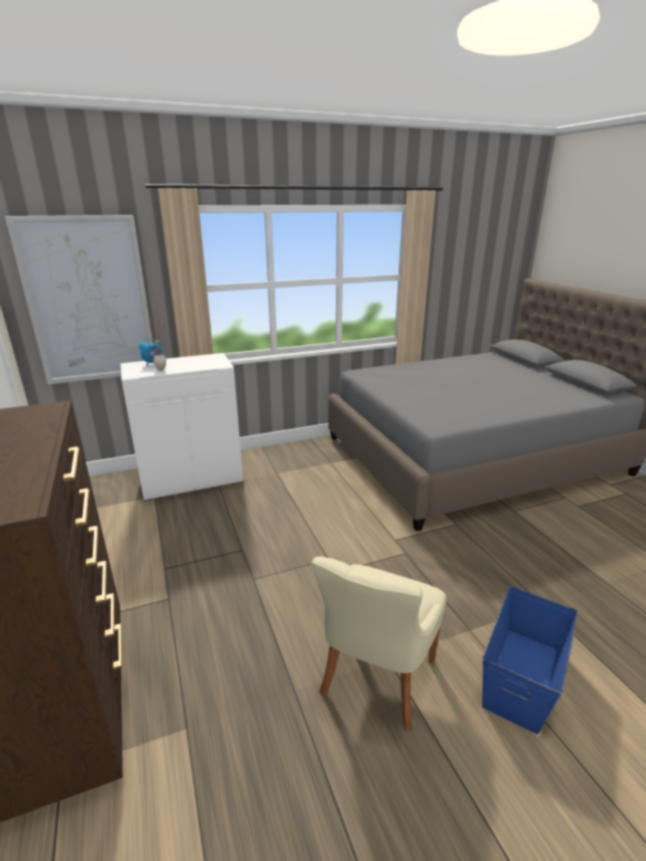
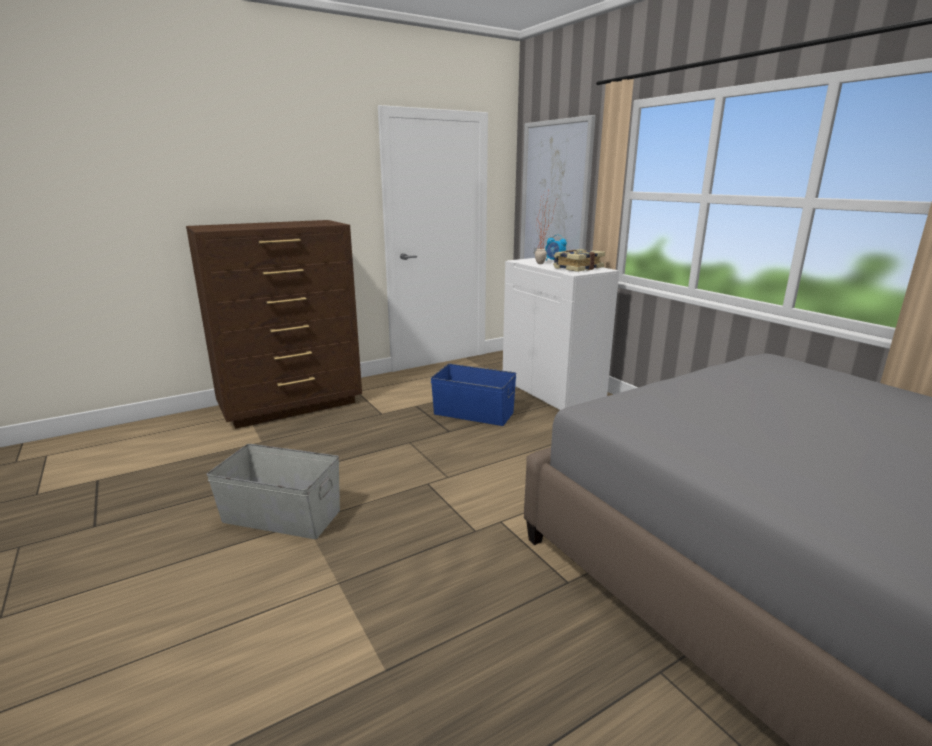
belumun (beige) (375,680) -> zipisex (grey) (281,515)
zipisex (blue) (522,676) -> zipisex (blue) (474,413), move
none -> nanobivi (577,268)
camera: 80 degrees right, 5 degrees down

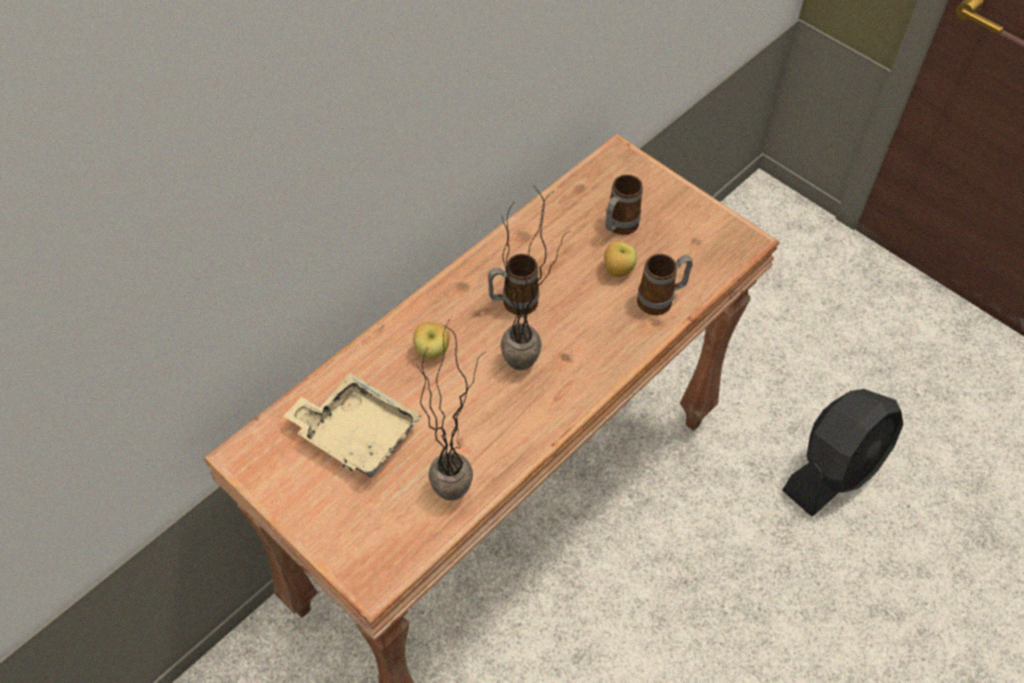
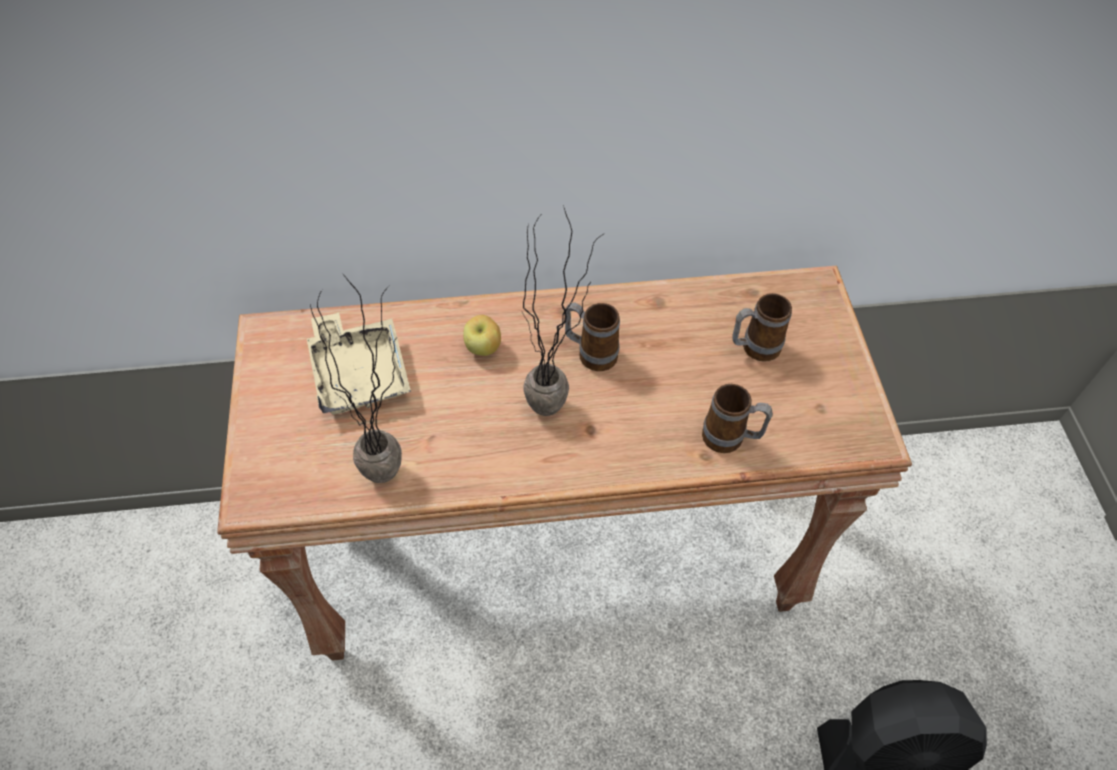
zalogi (617,270) -> none
camera: 40 degrees right, 0 degrees up

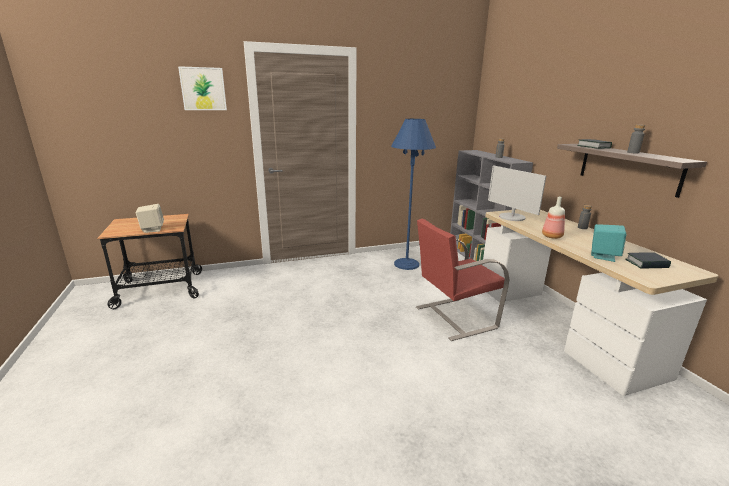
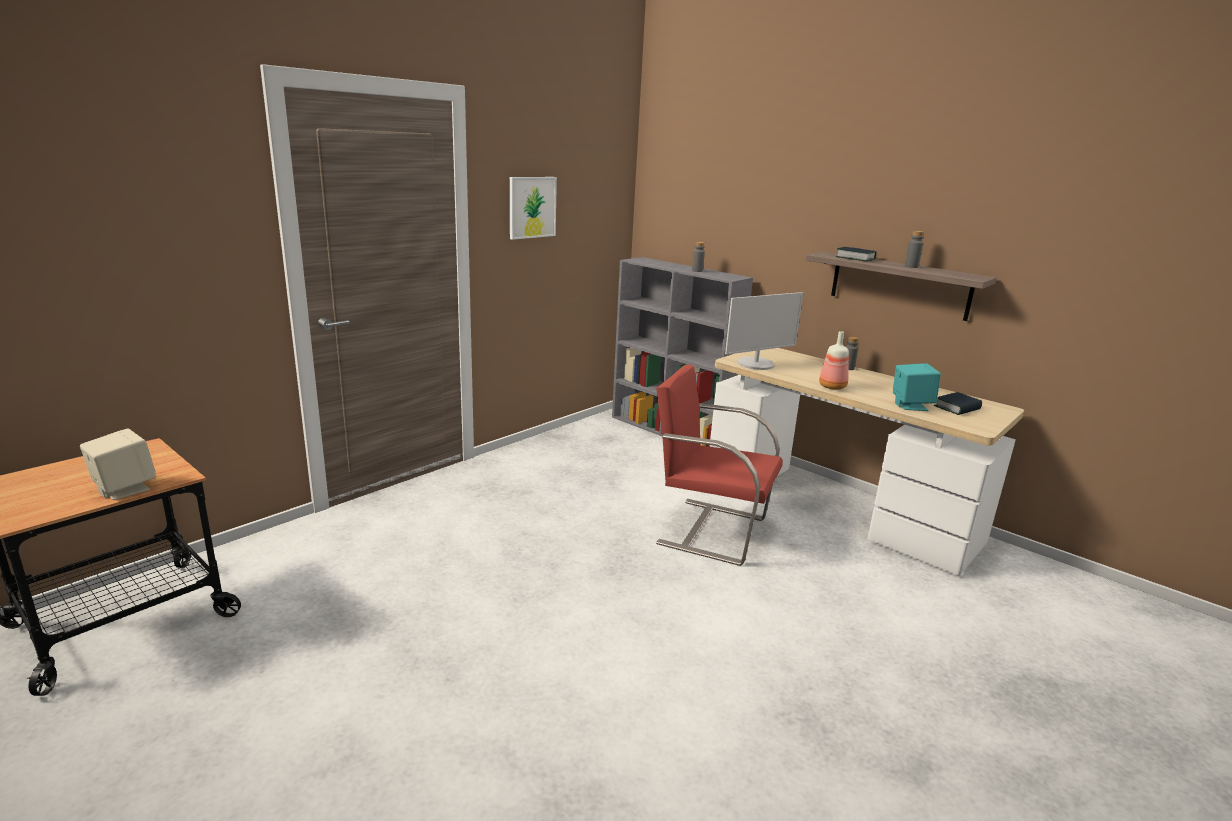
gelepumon (203,89) -> gelepumon (532,207), move
belumun (red) (453,317) -> belumun (red) (710,530), 75 degrees clockwise
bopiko (512,217) -> bopiko (756,364), 60 degrees counterclockwise
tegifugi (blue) (406,264) -> none
camera: 30 degrees left, 0 degrees up

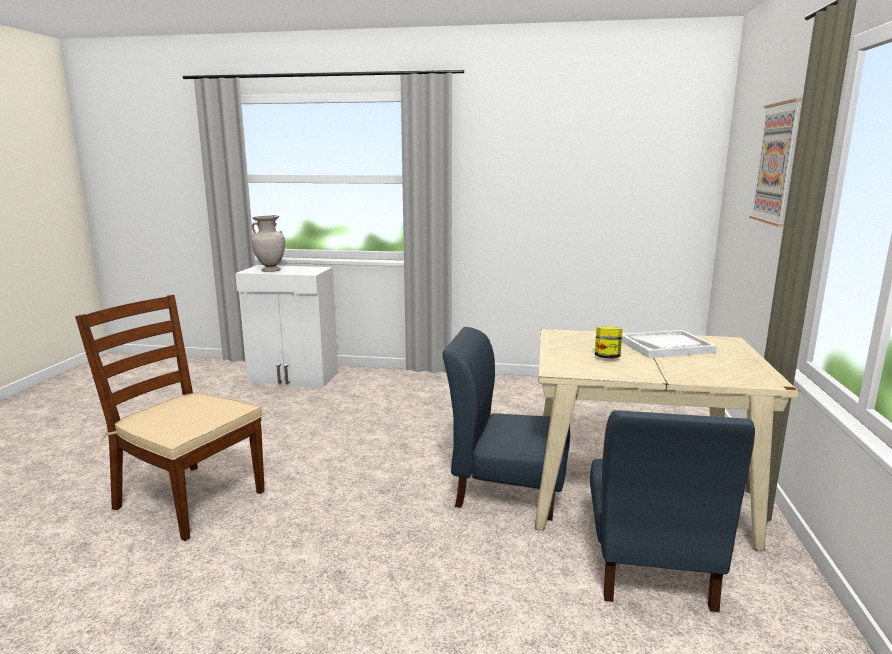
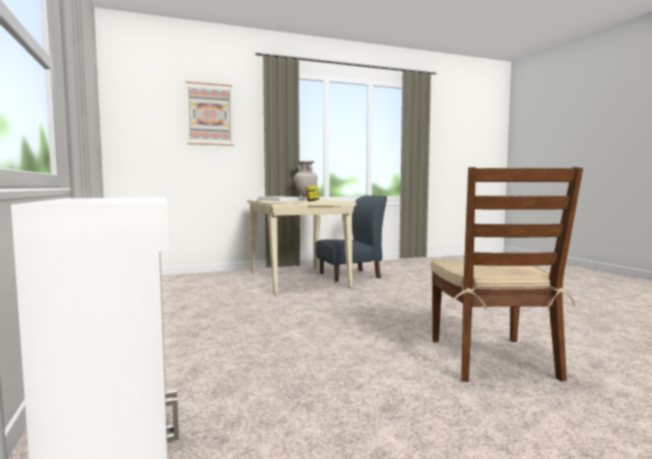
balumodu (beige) (271,270) -> balumodu (beige) (305,199), move
belumun (blue) (507,490) -> none
camera: 120 degrees left, 10 degrees down

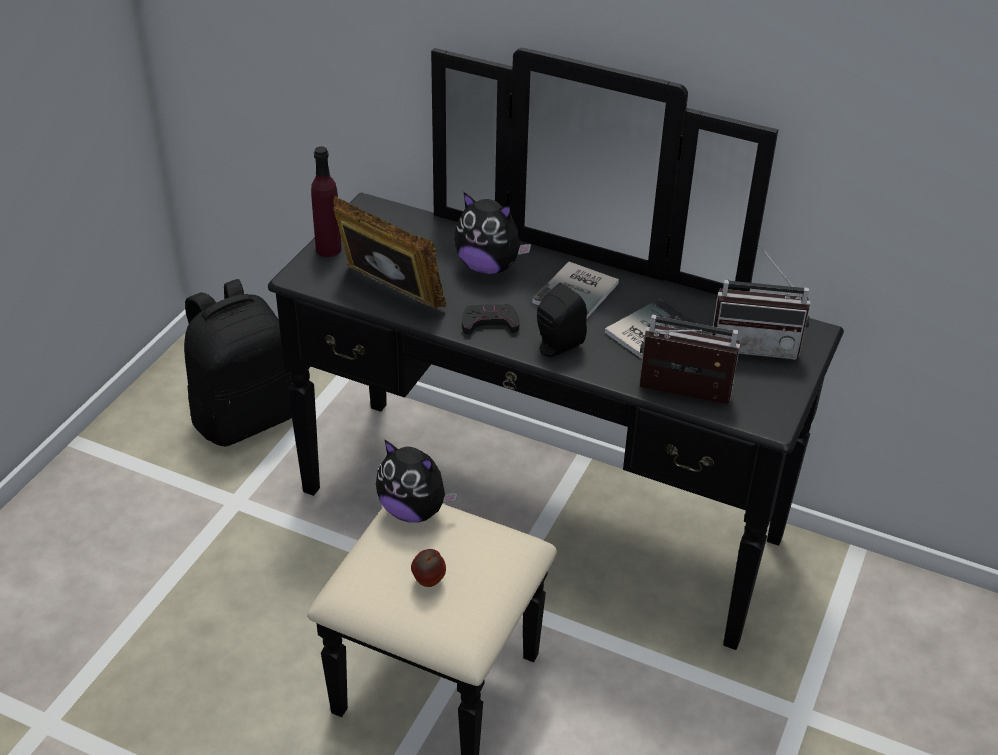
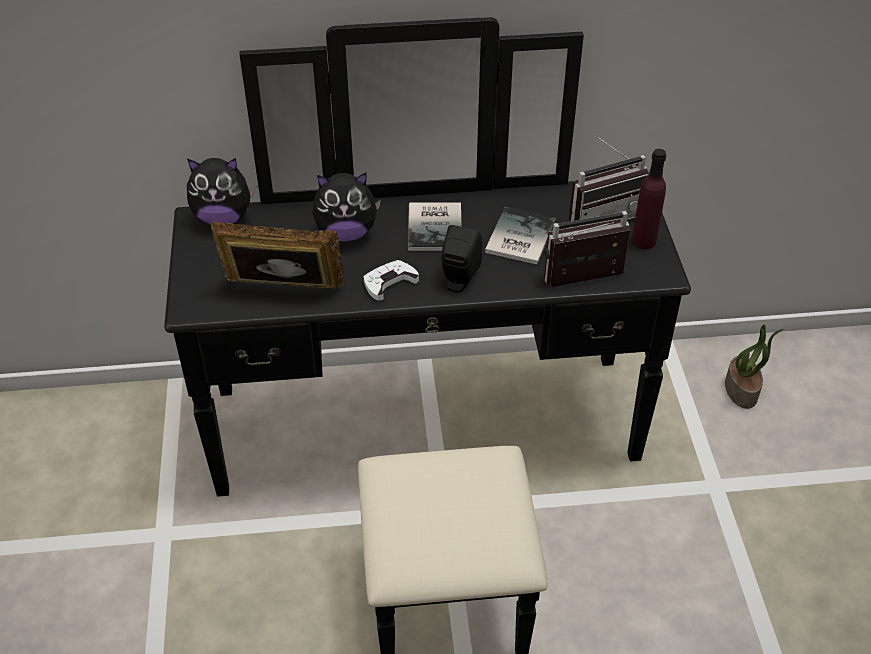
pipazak (414,510) -> pipazak (223,217), move
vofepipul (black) (489,323) -> vofepipul (white) (389,282)
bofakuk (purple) (328,249) -> bofakuk (purple) (643,241), move
none -> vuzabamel (742,390)
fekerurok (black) (246,417) -> none
zalogi (428,582) -> none
camera: 30 degrees left, 5 degrees up

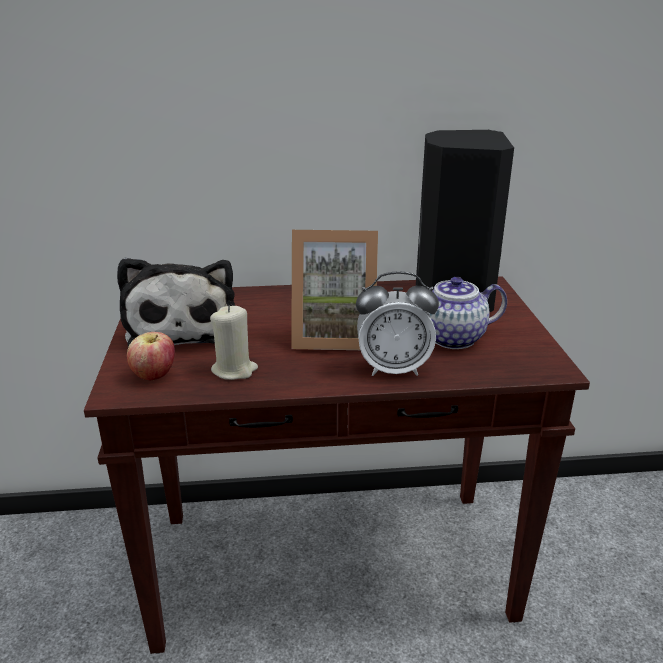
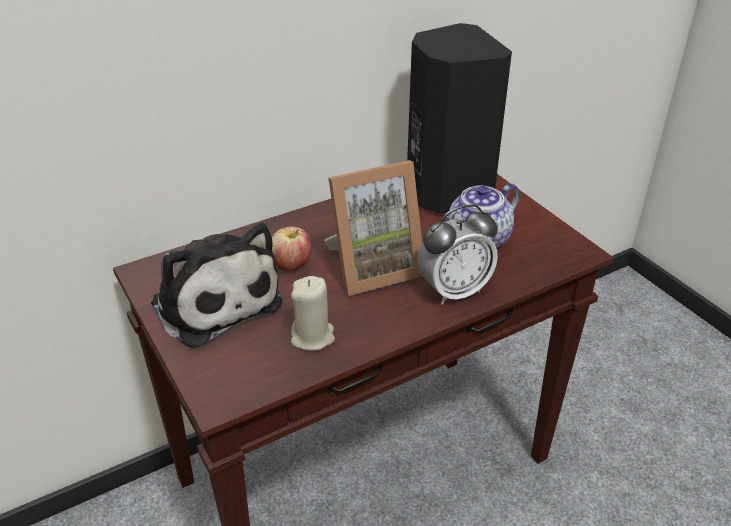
zalogi (154,375) -> zalogi (291,265), move
camera: 25 degrees left, 10 degrees up

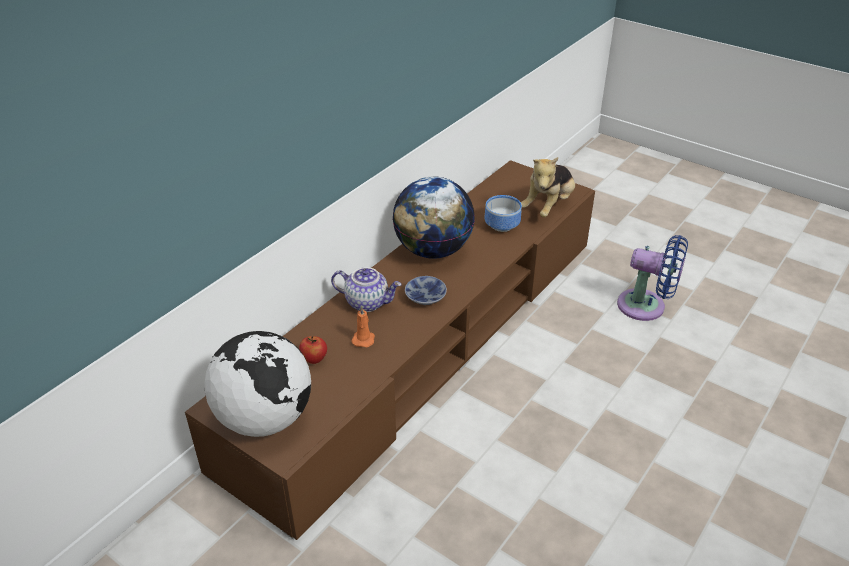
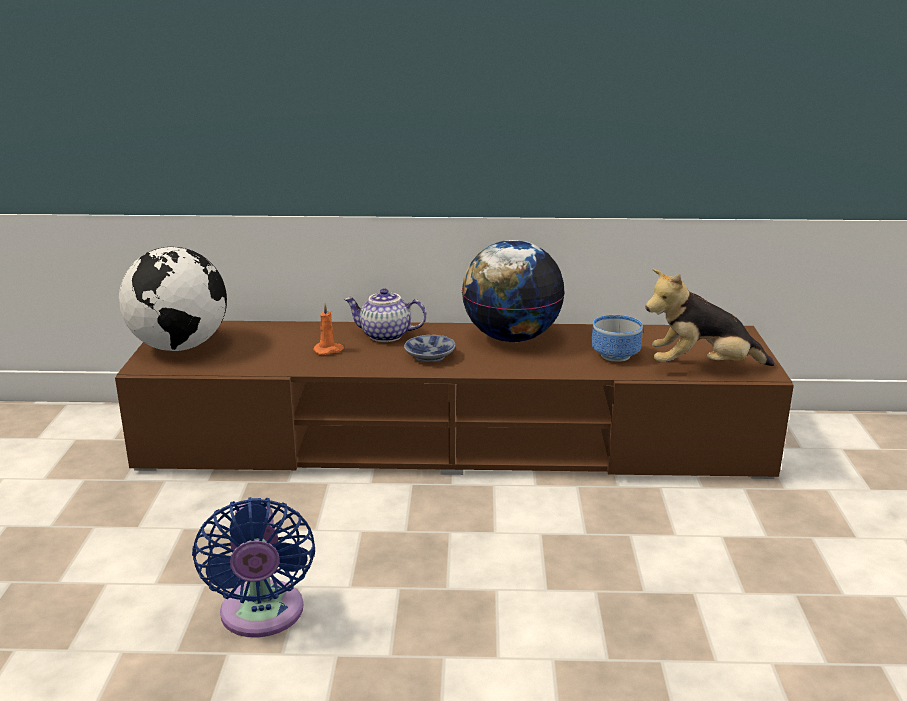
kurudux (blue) (646,307) -> kurudux (blue) (262,616), move
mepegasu (367,302) -> mepegasu (384,336), 120 degrees clockwise
zalogi (314,359) -> none
camera: 55 degrees right, 15 degrees down

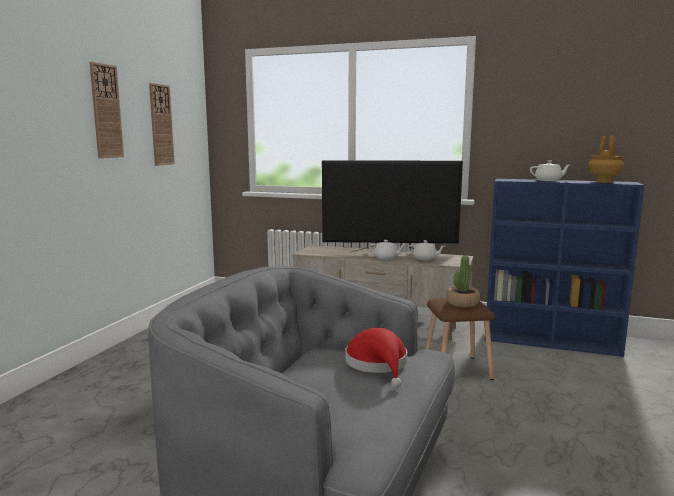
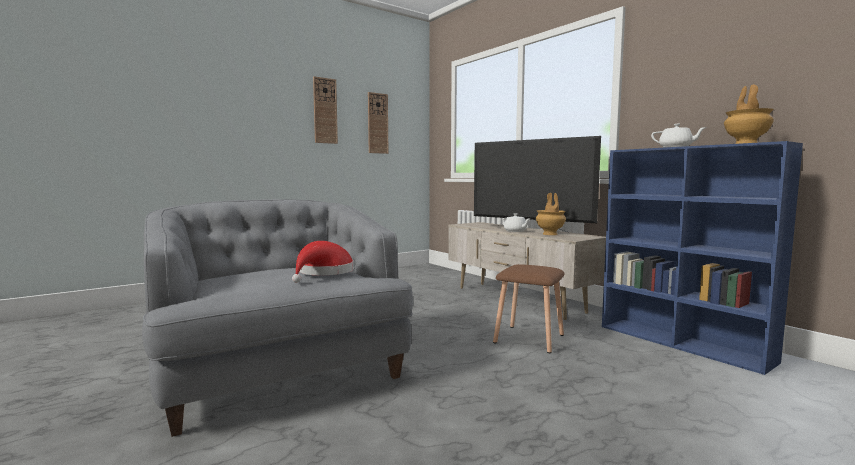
mepegasu (white) (425,258) -> balumodu (brown) (550,234)
vuzabamel (462,303) -> none
camera: 35 degrees right, 5 degrees down

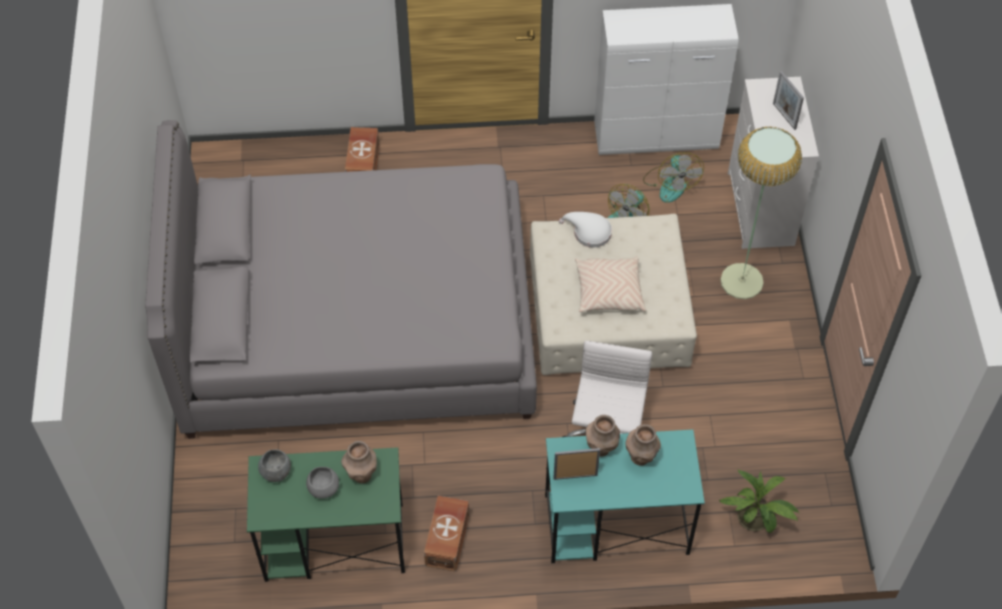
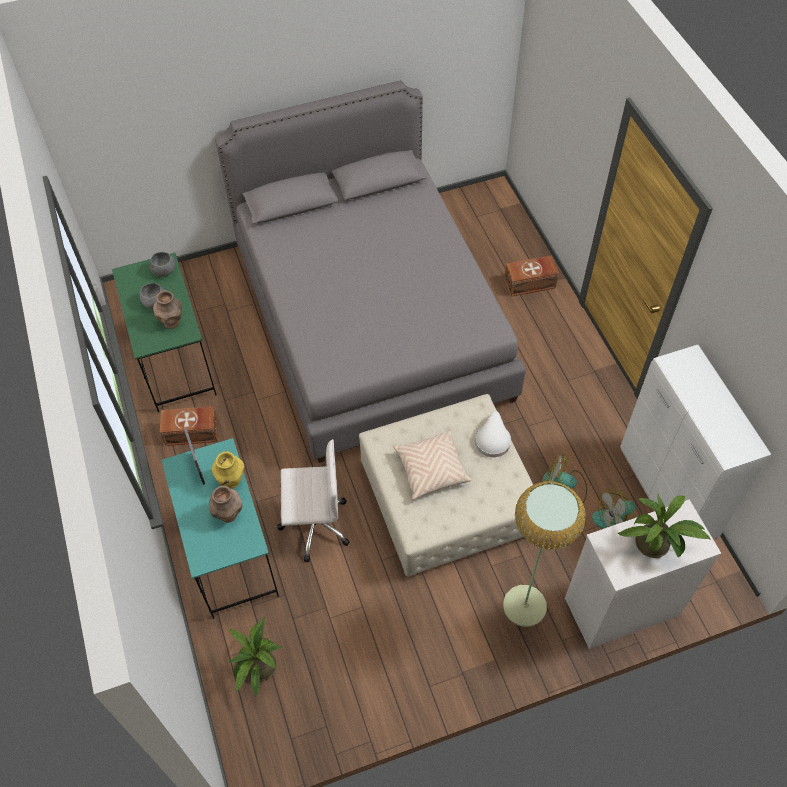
balumodu (brown) (601,448) -> balumodu (yellow) (231,481)
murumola (784,116) -> vuzabamel (655,546)
camera: 75 degrees right, 0 degrees up

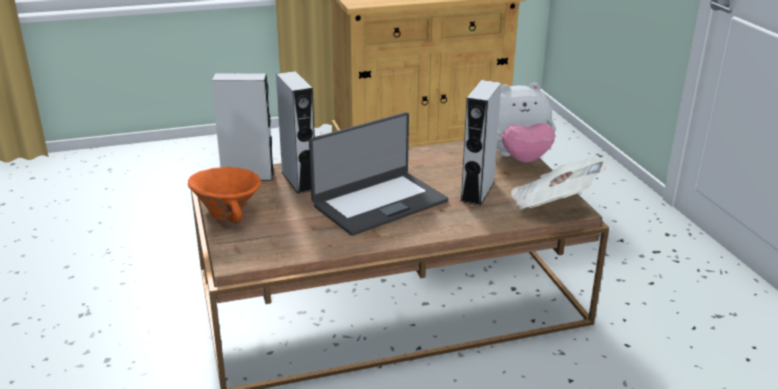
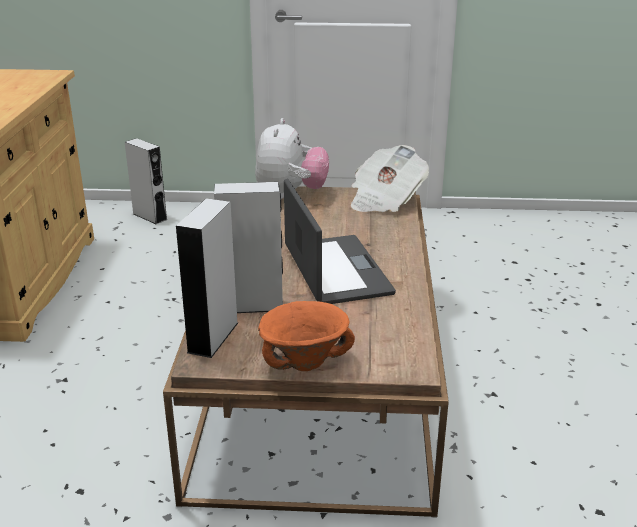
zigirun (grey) (477,191) -> zigirun (grey) (150,216), move
camera: 70 degrees left, 0 degrees up

